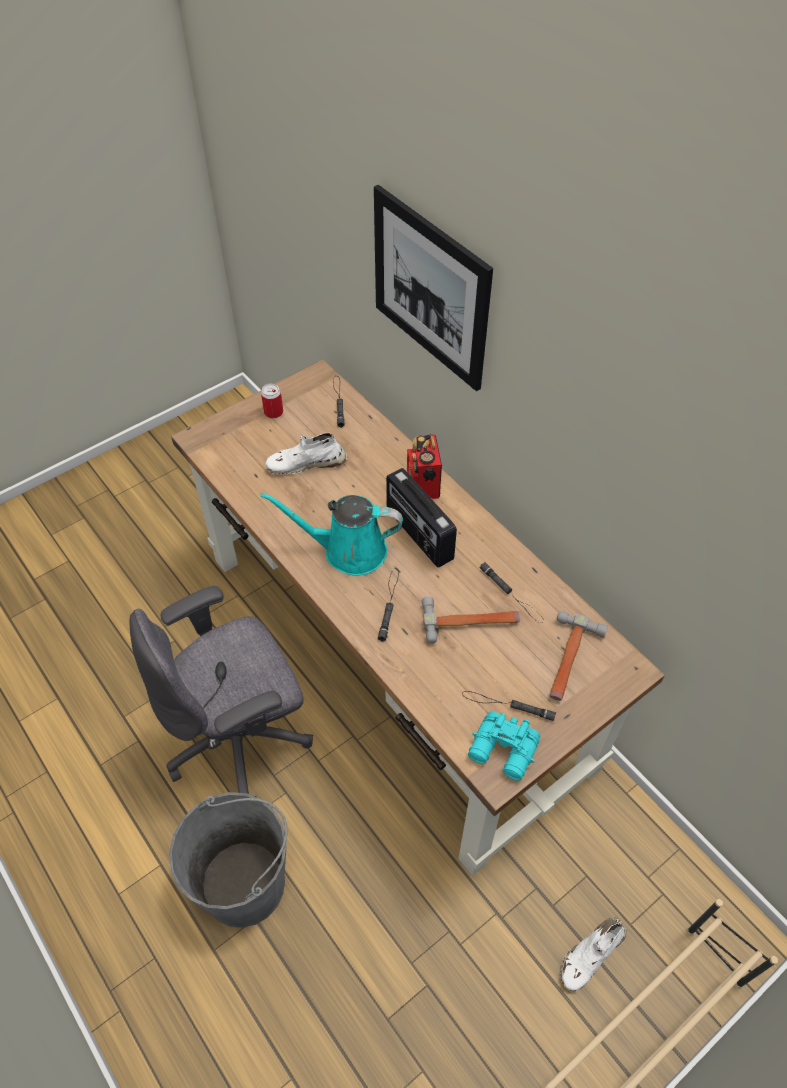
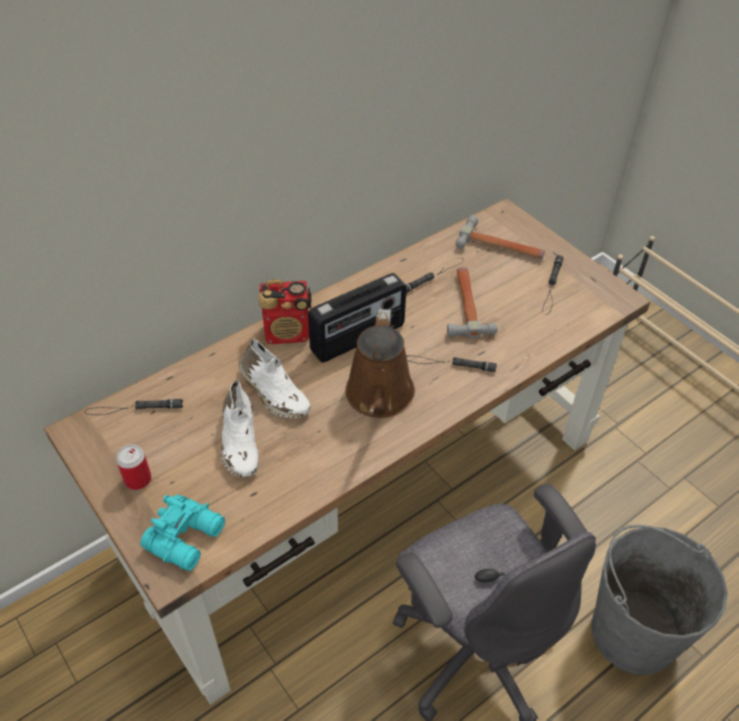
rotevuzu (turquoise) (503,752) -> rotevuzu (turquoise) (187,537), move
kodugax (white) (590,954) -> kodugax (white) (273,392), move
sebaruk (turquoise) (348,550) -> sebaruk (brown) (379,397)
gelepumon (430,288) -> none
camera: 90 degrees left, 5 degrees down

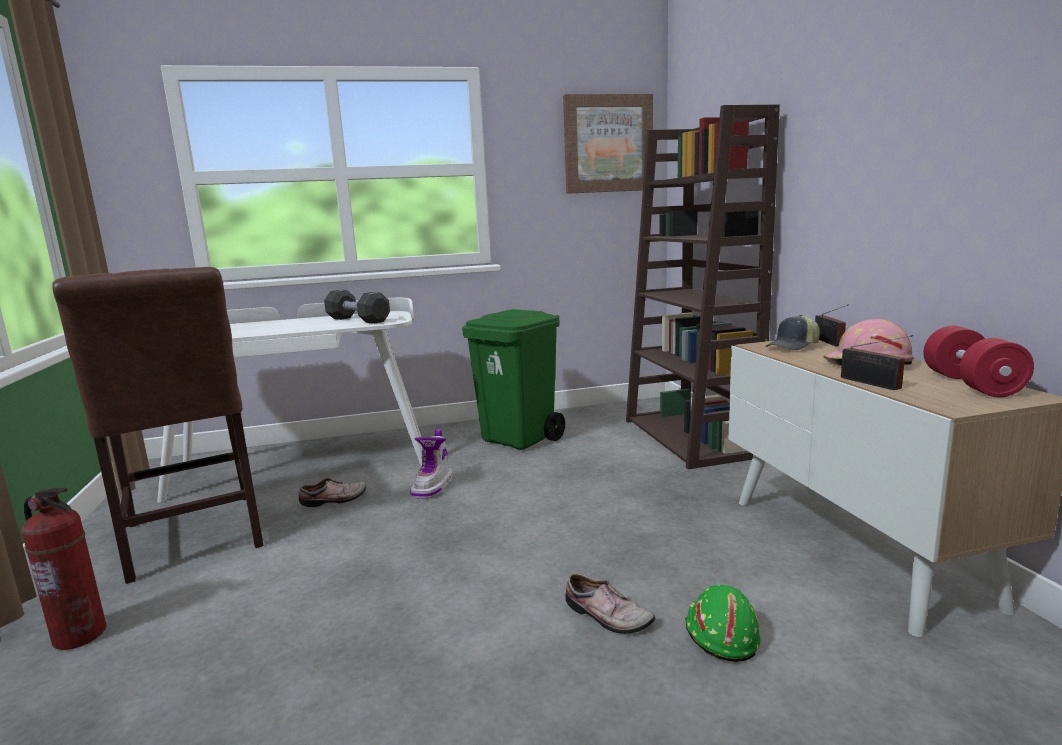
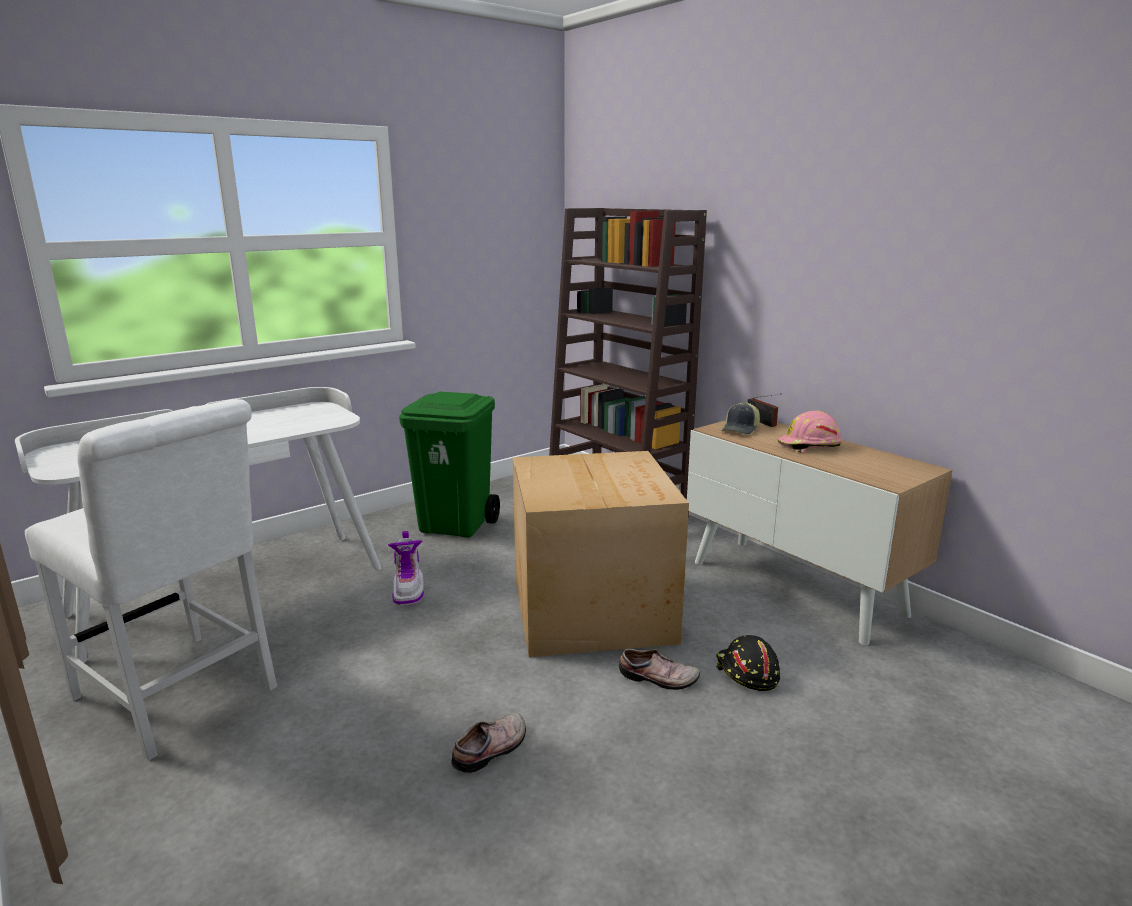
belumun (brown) (193,539) -> belumun (white) (180,697)
kodugax (334,500) -> kodugax (492,750), move
none -> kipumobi (593,608)
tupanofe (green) (719,634) -> tupanofe (black) (746,673)
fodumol (81,635) -> none
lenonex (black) (358,320) -> none
gelepumon (608,144) -> none
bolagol (872,384) -> none
lenonex (red) (971,384) -> none
camera: 25 degrees left, 5 degrees up

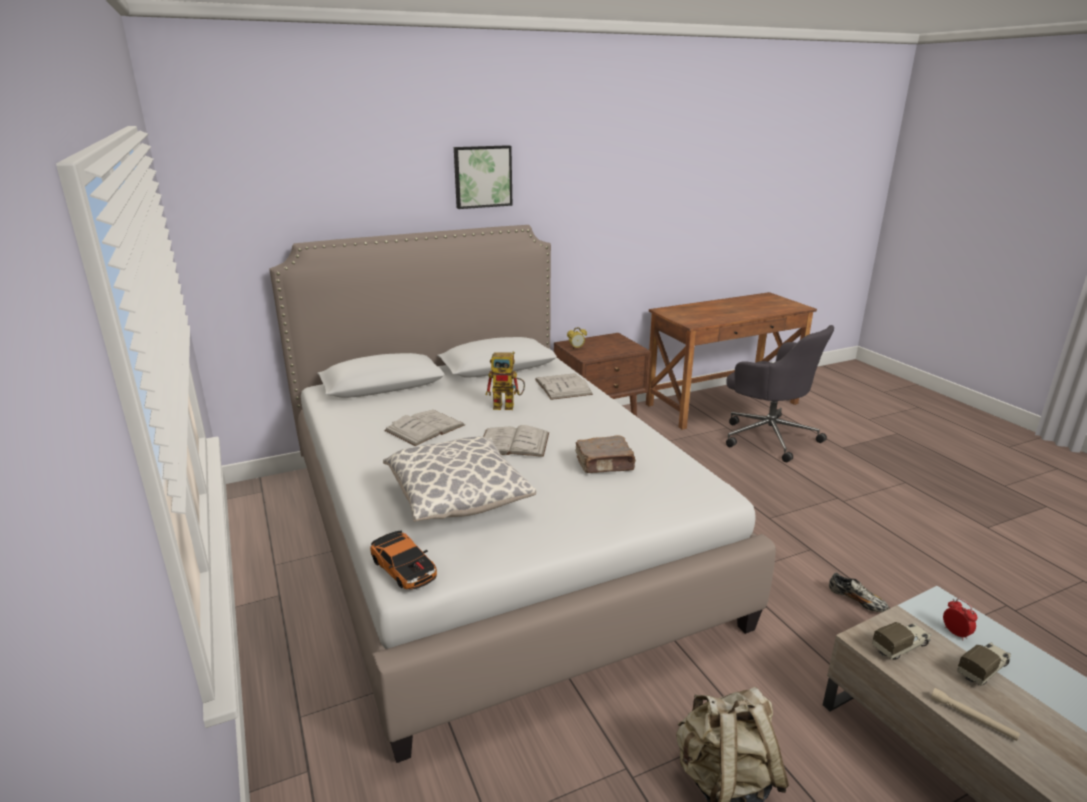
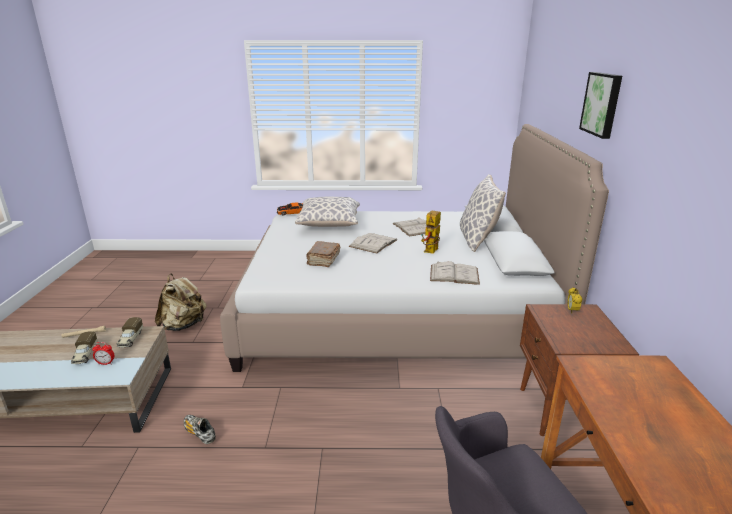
kodugax (856,601) -> kodugax (199,433), 60 degrees clockwise
none -> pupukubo (477,240)
camera: 115 degrees right, 0 degrees up

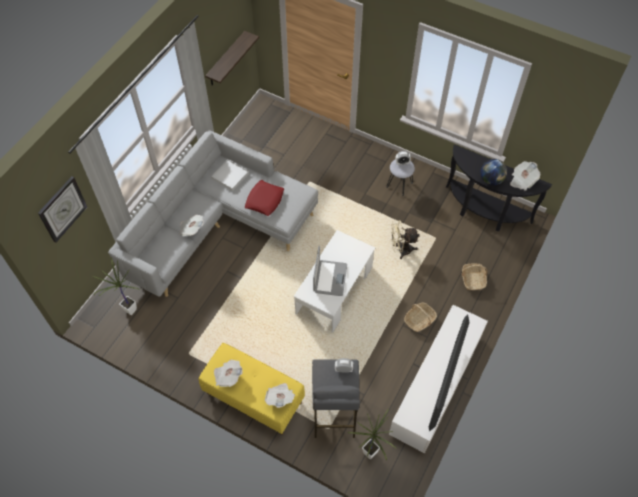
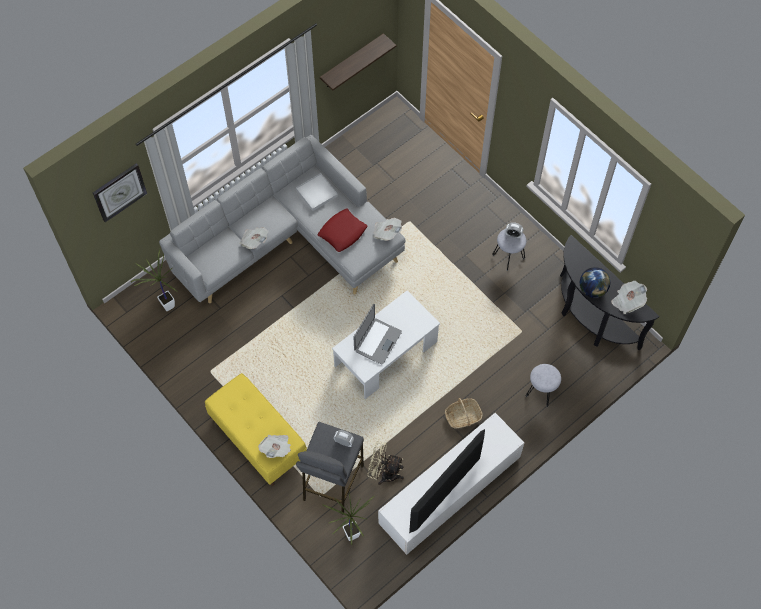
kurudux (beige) (401,250) -> kurudux (beige) (384,473), move
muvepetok (228,376) -> muvepetok (386,232), move
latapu (472,279) -> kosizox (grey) (541,391)
camera: 20 degrees right, 5 degrees up

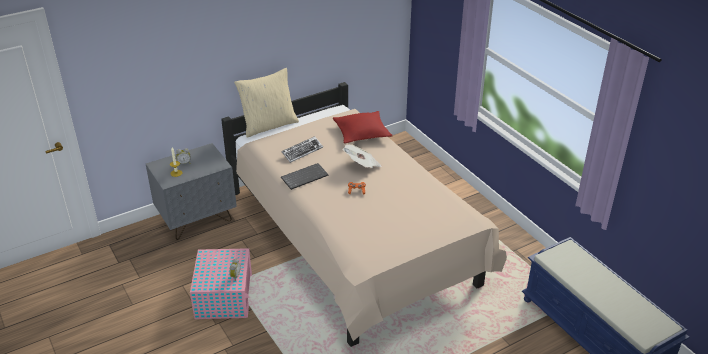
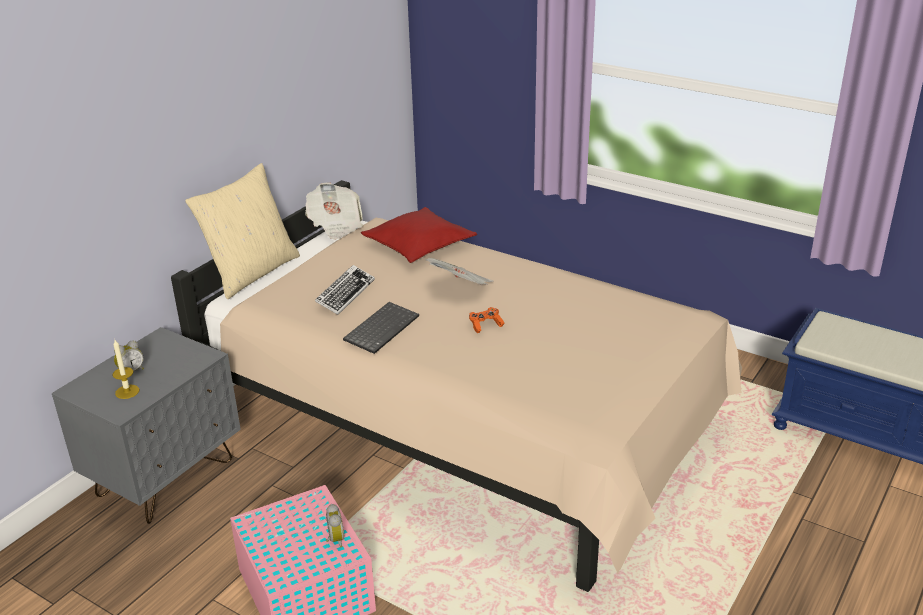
none -> muvepetok (335,225)
camera: 25 degrees left, 5 degrees down

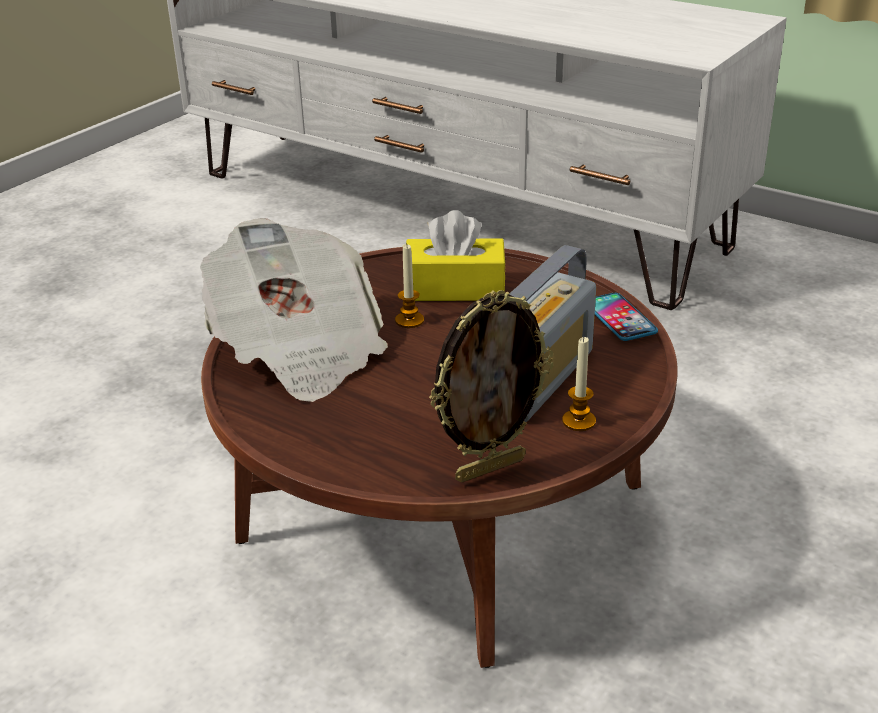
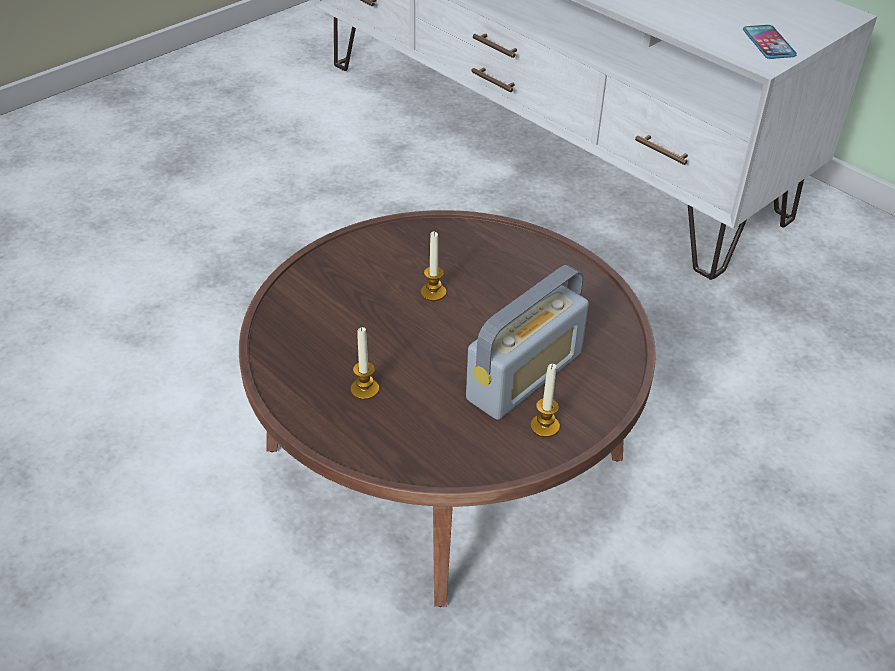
none -> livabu (364,389)
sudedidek (619,318) -> sudedidek (768,43), move
muvepetok (298,350) -> none
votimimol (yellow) (455,288) -> none
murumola (489,468) -> none
camera: 10 degrees right, 10 degrees up

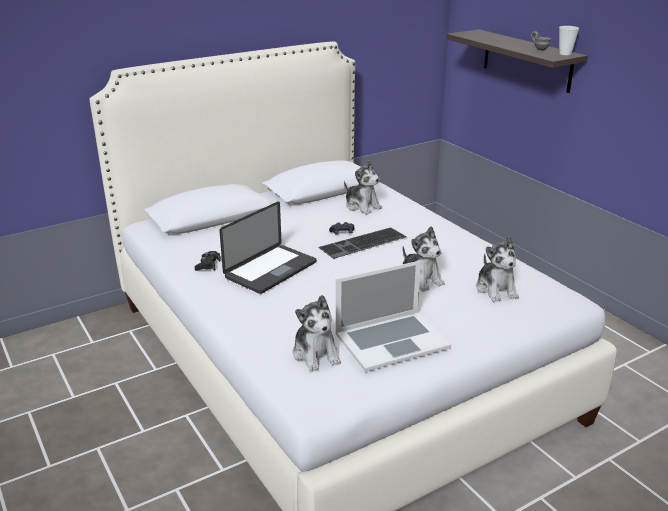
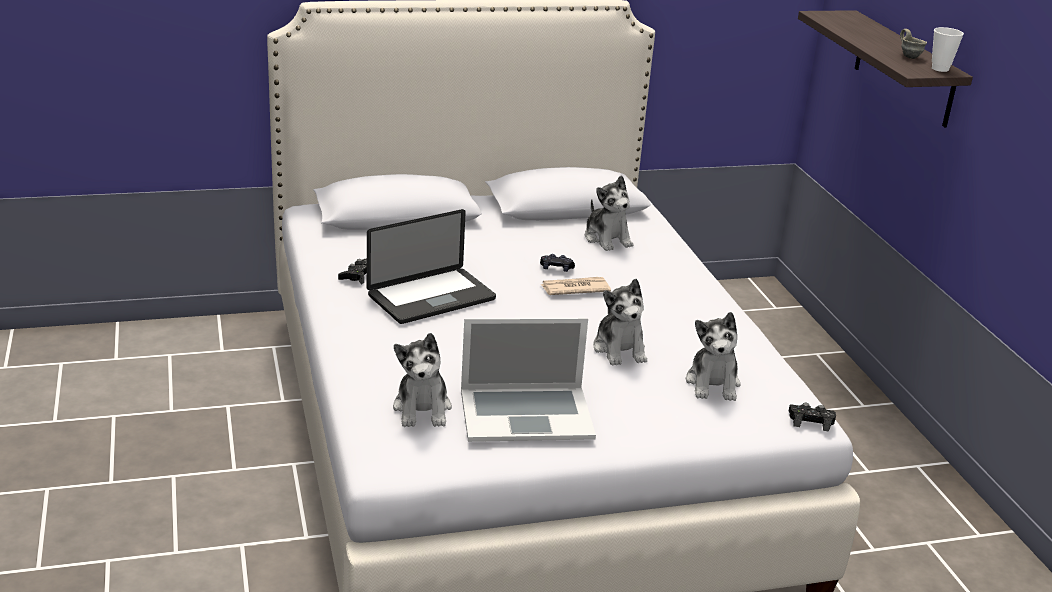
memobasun (363,244) -> muvepetok (574,288)
none -> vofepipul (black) (810,421)
camera: 15 degrees right, 0 degrees up

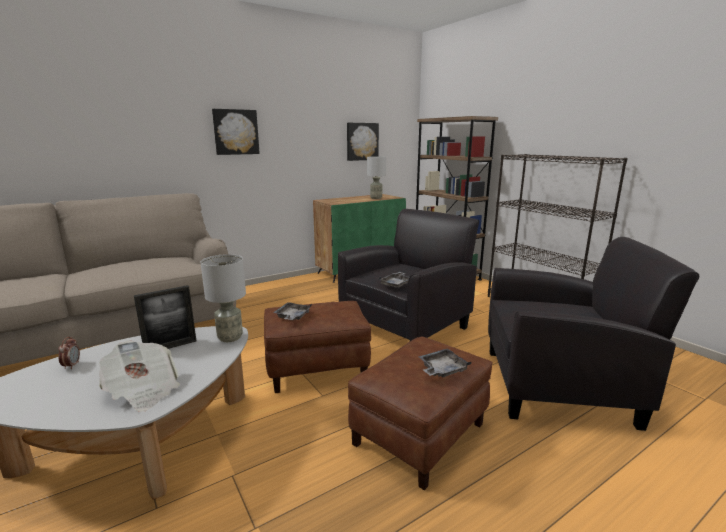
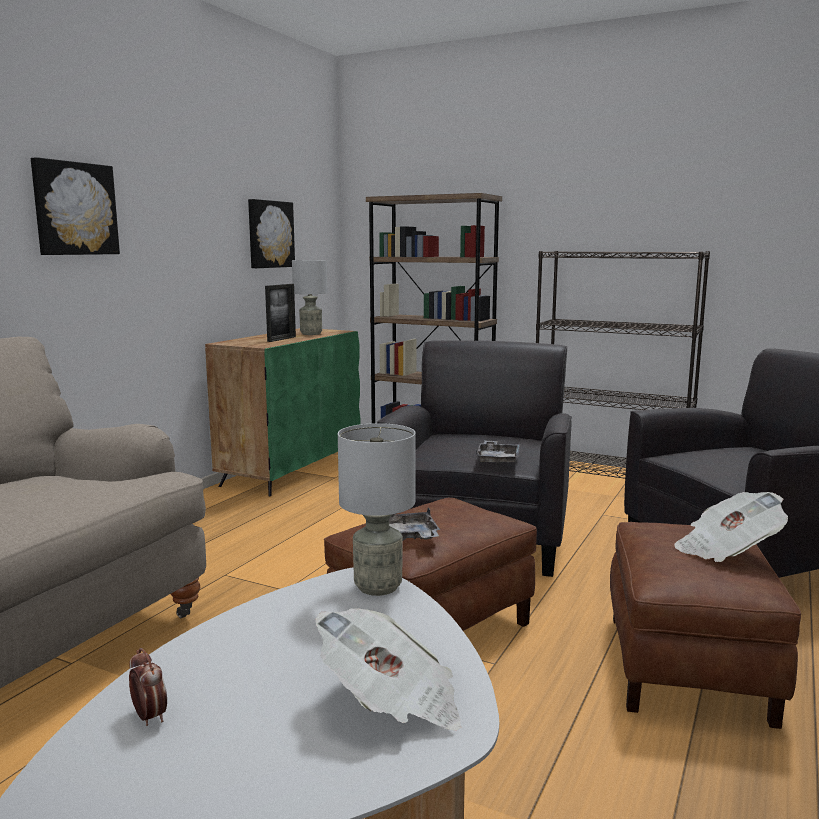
murumola (170,346) -> murumola (281,339), move
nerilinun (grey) (442,370) -> muvepetok (726,550)
camera: 30 degrees left, 5 degrees down

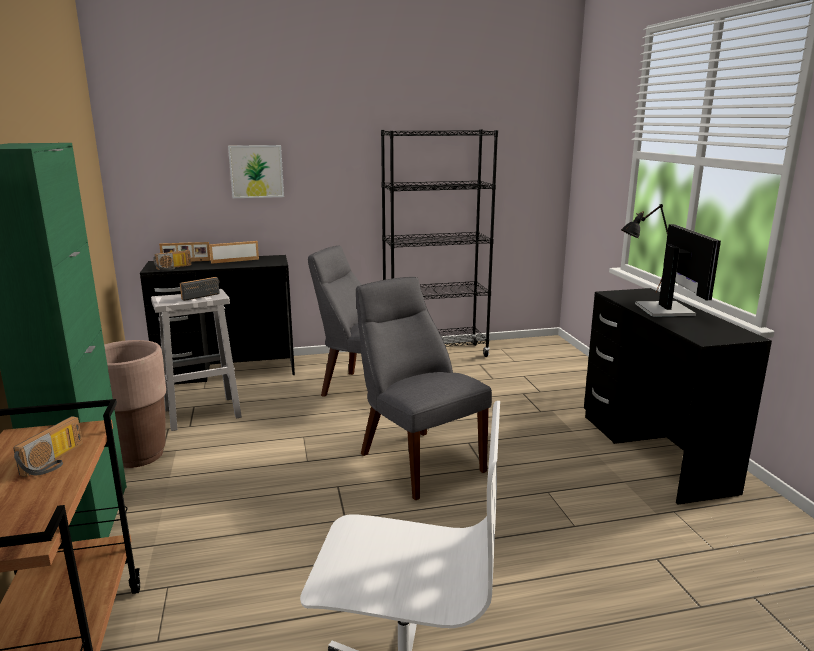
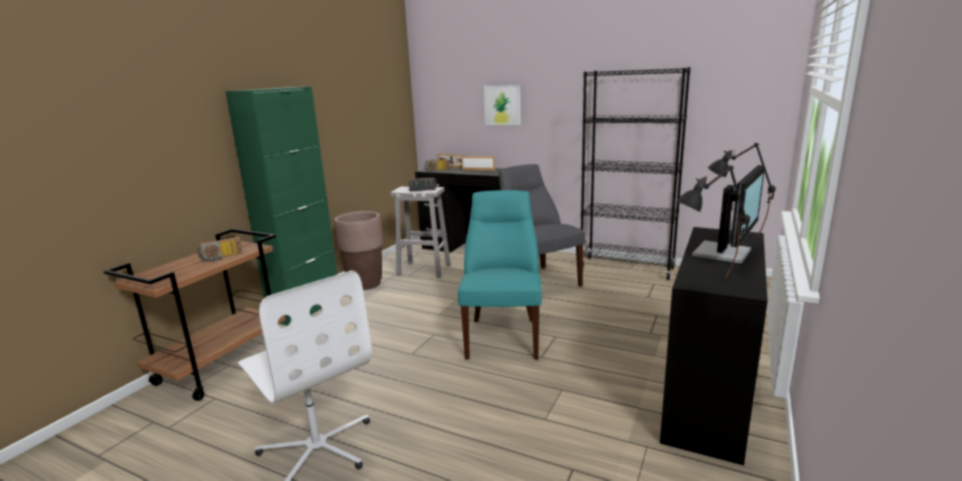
belumun (grey) (417,460) -> belumun (turquoise) (503,336)
none -> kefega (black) (707,283)
camera: 40 degrees right, 0 degrees up

